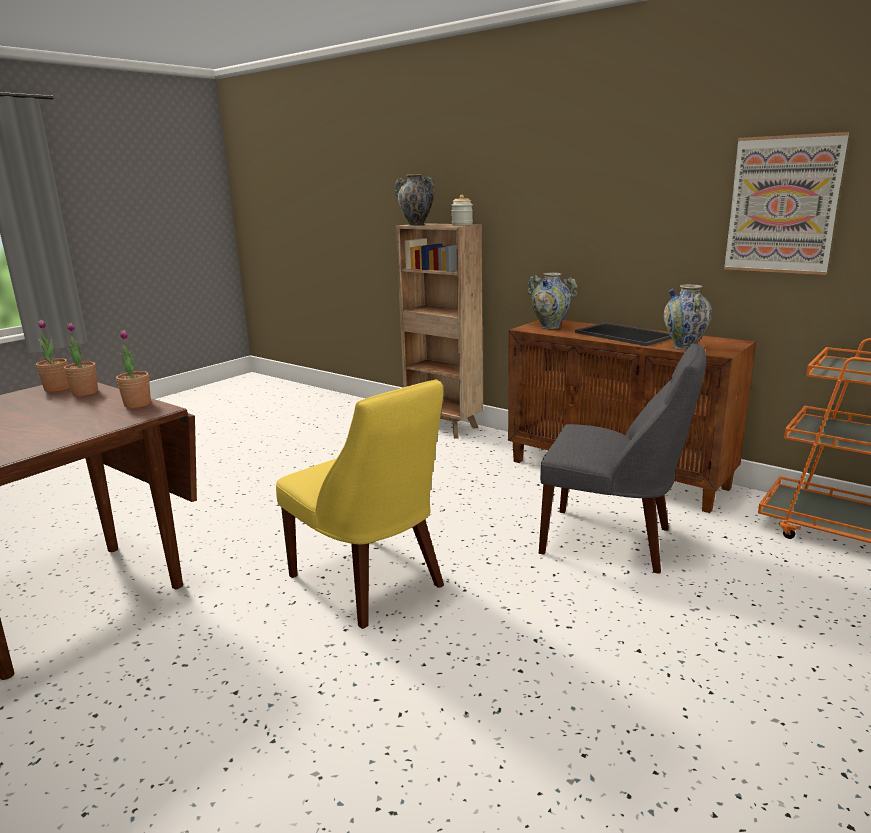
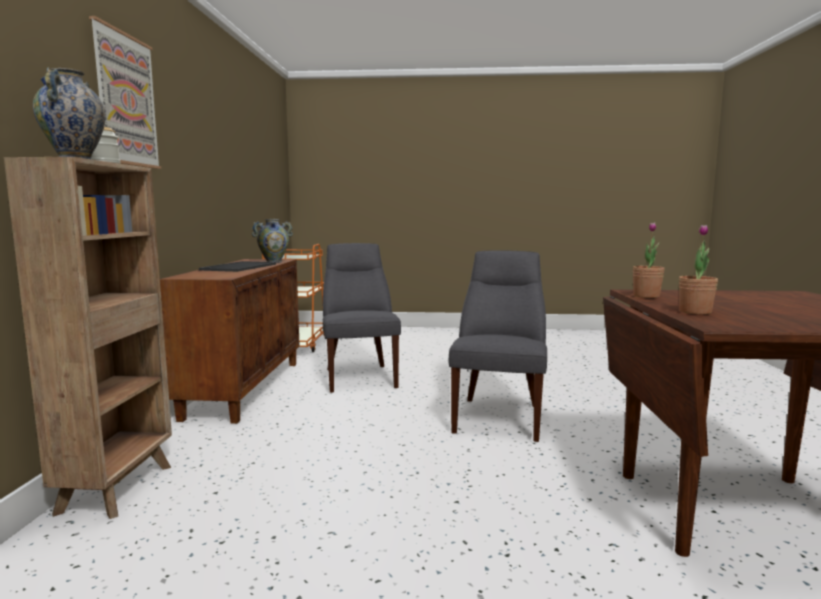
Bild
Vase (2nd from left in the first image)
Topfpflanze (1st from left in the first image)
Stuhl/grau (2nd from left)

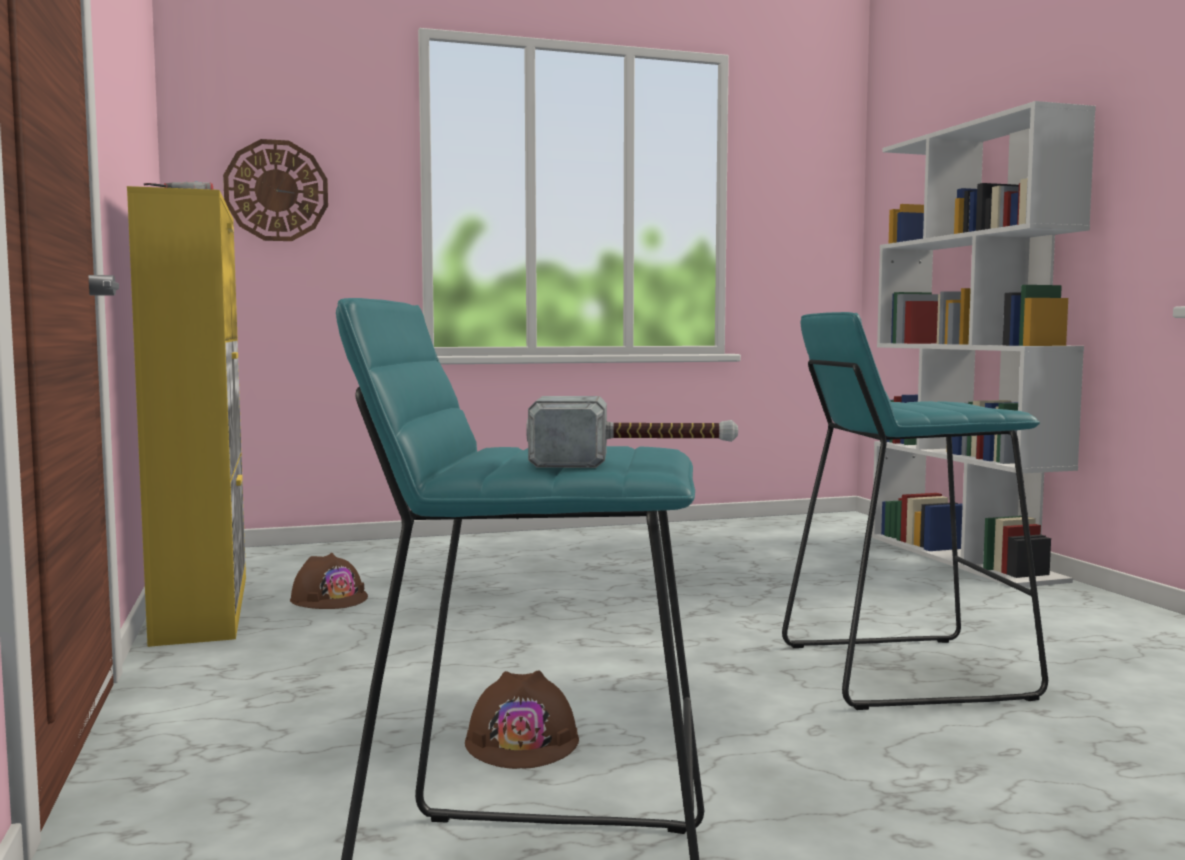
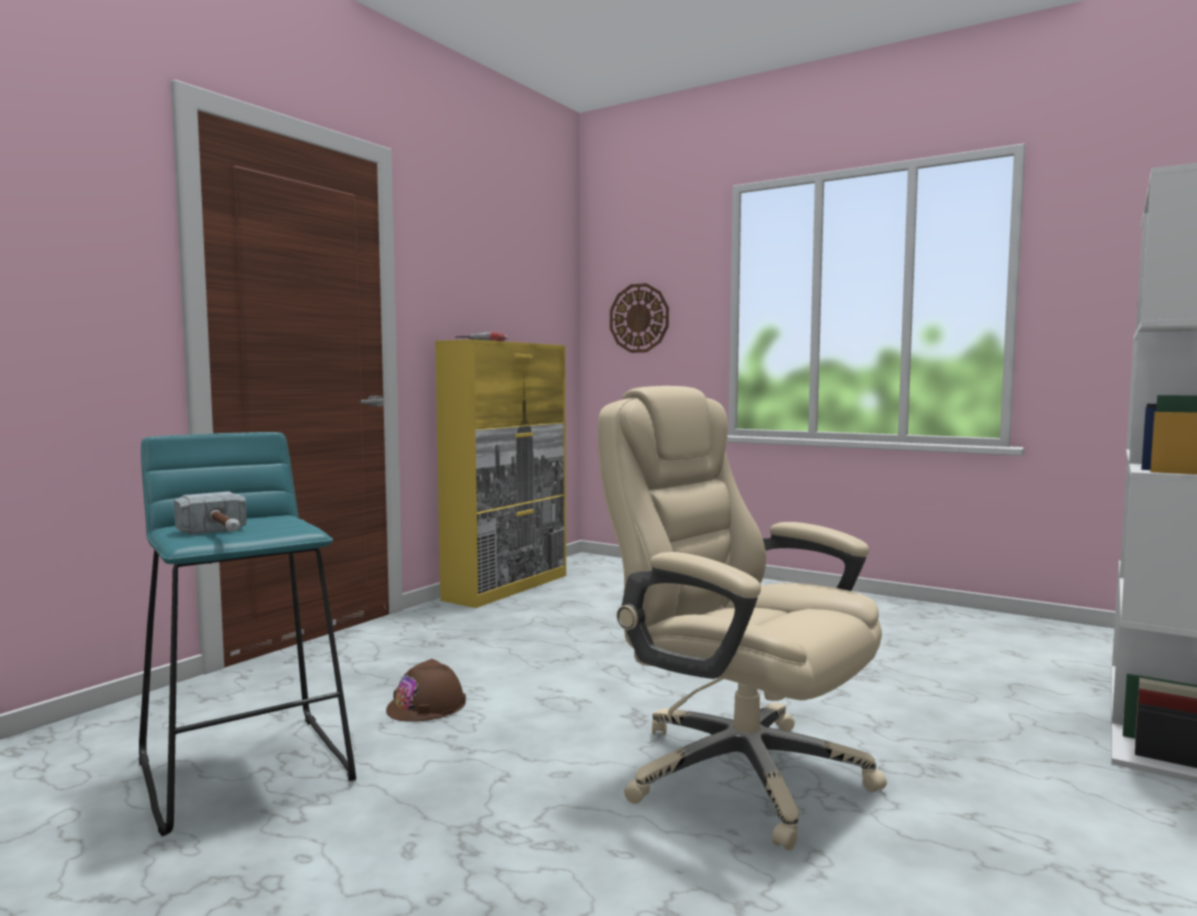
Bürostuhl/beige
Schutzhelm/braun (1st from left in the first image)

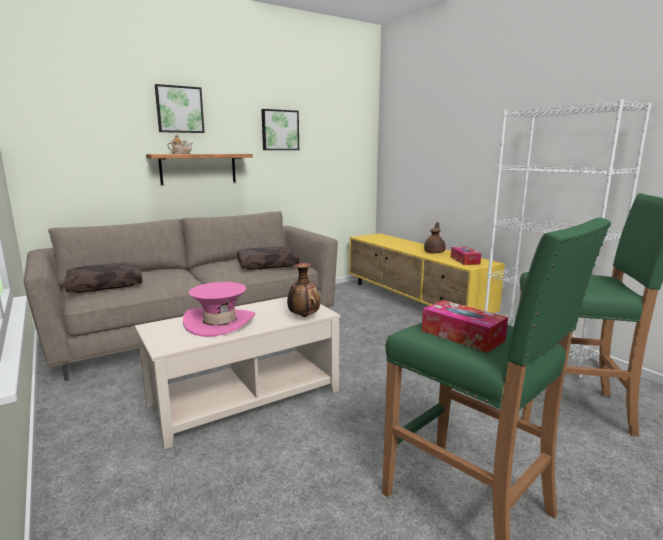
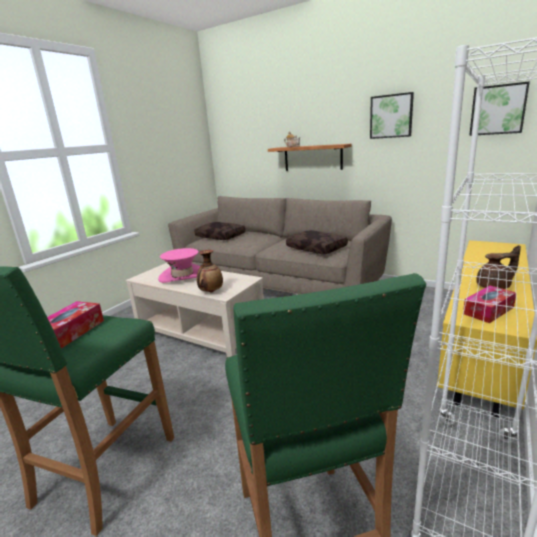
Bild (2nd from left)

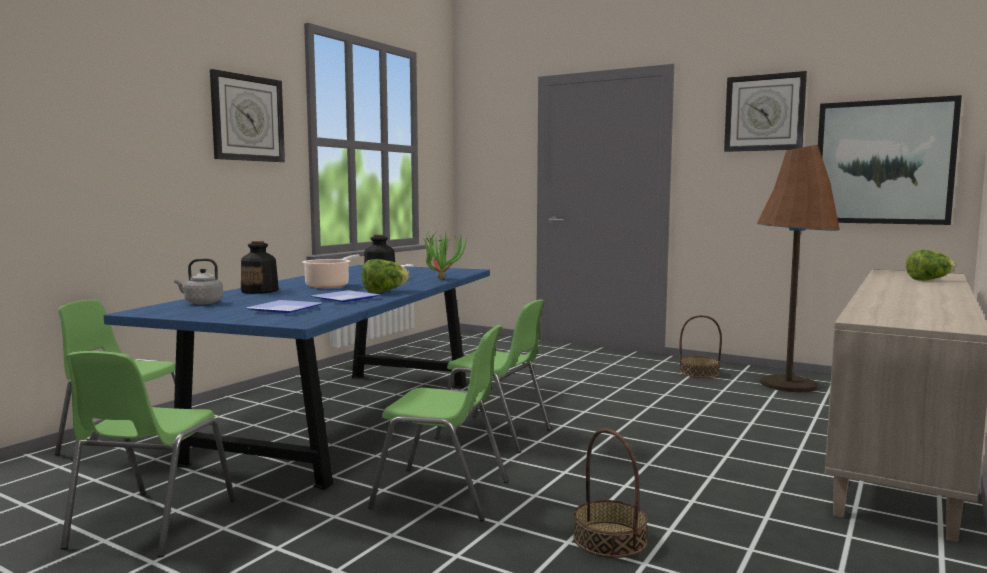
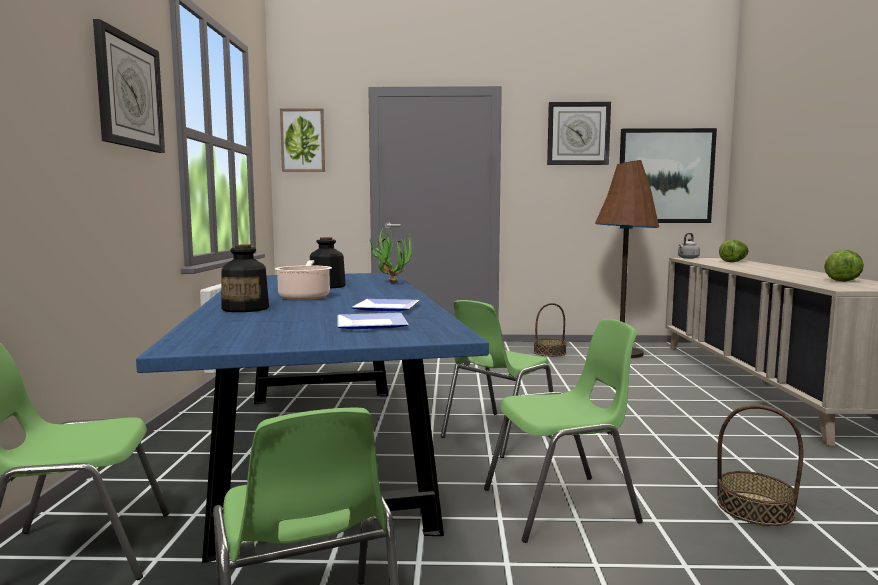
Wasserkessel/grau
Salatkopf (2nd from left)
Stuhl/grün (3rd from left)
Bild (1st from left)

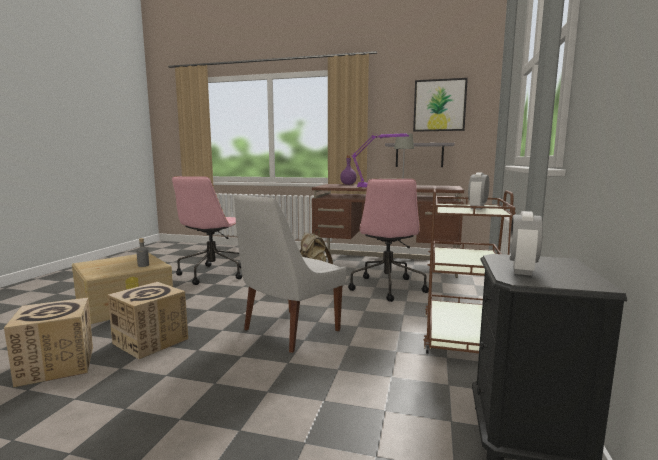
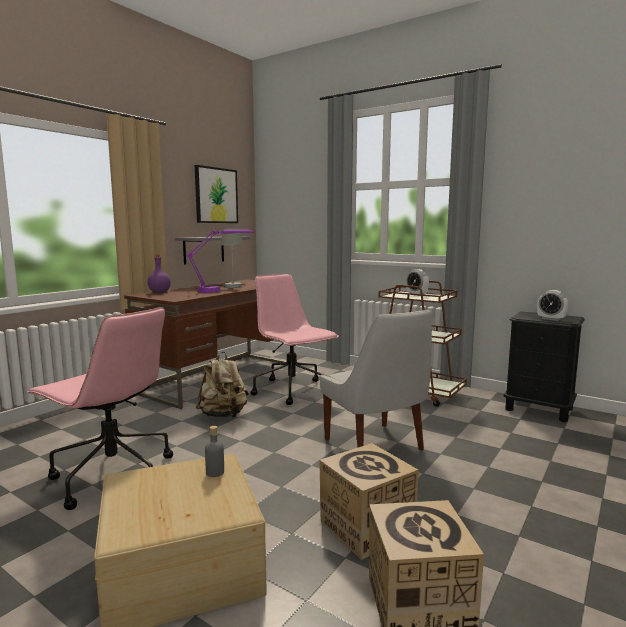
Bürostuhl/rosa (2nd from left)

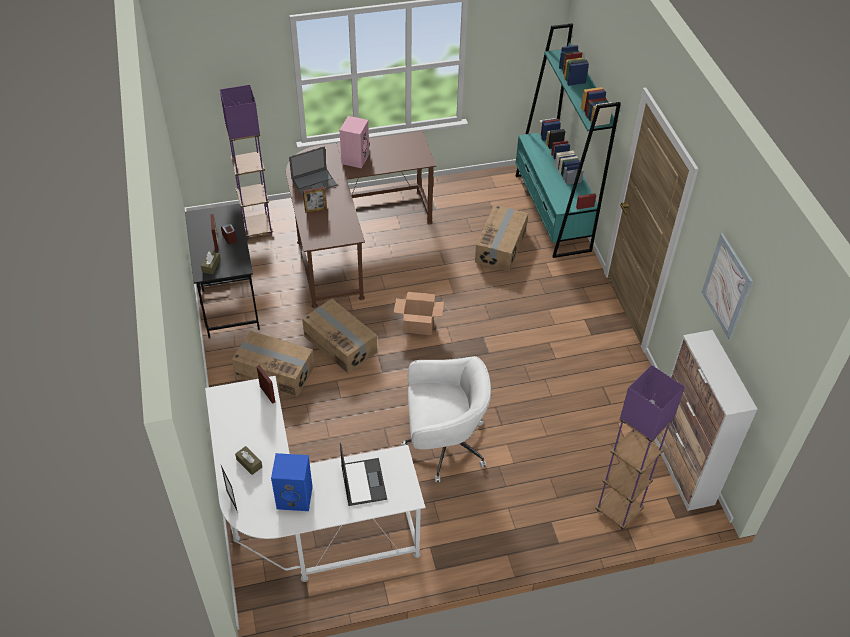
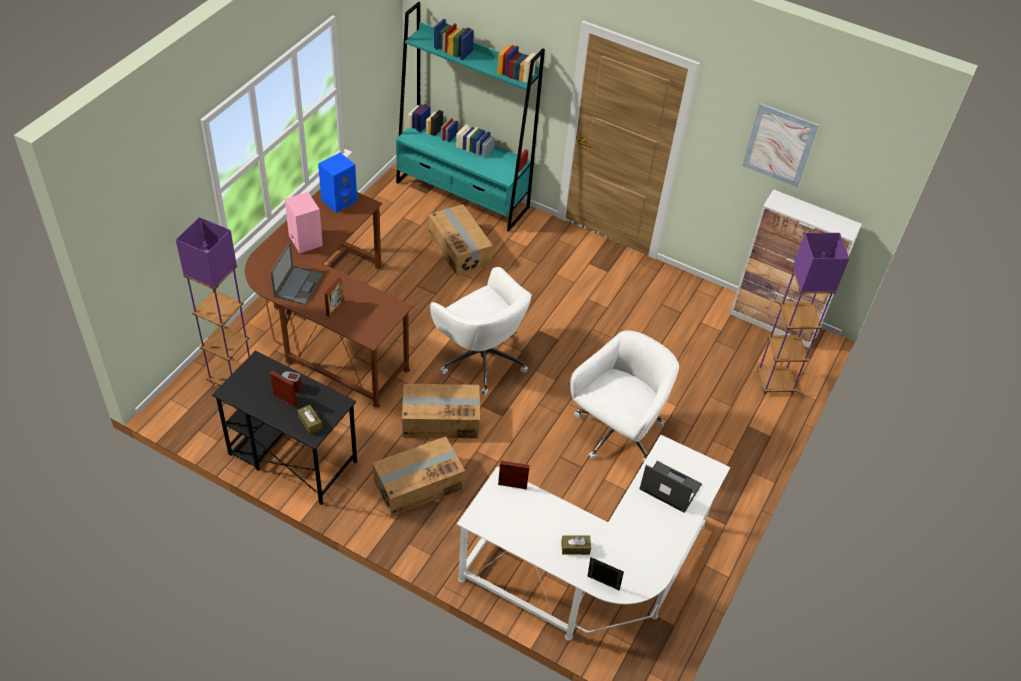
Bürostuhl/weiß (1st from left)
Lautsprecher/blau

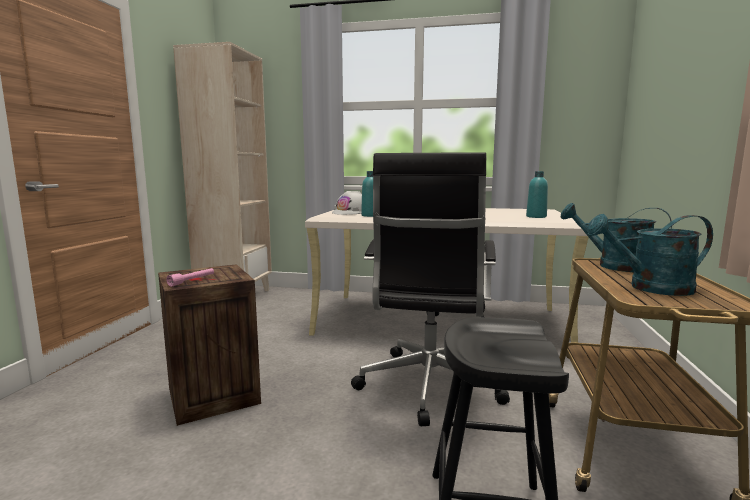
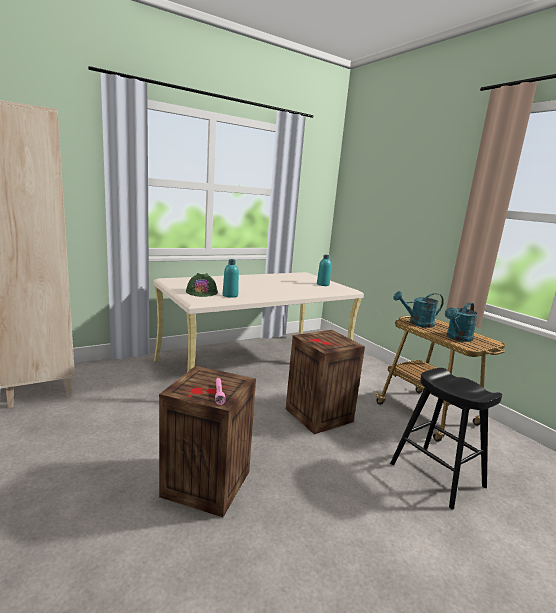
Kiste (2nd from left)
Schutzhelm/grün

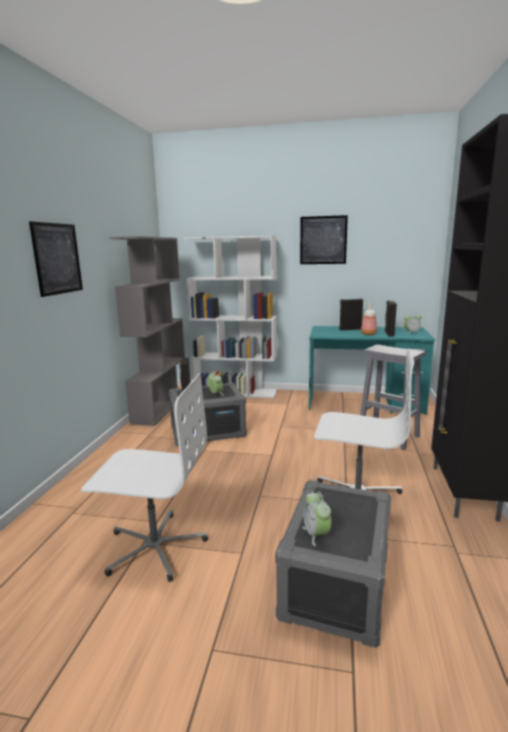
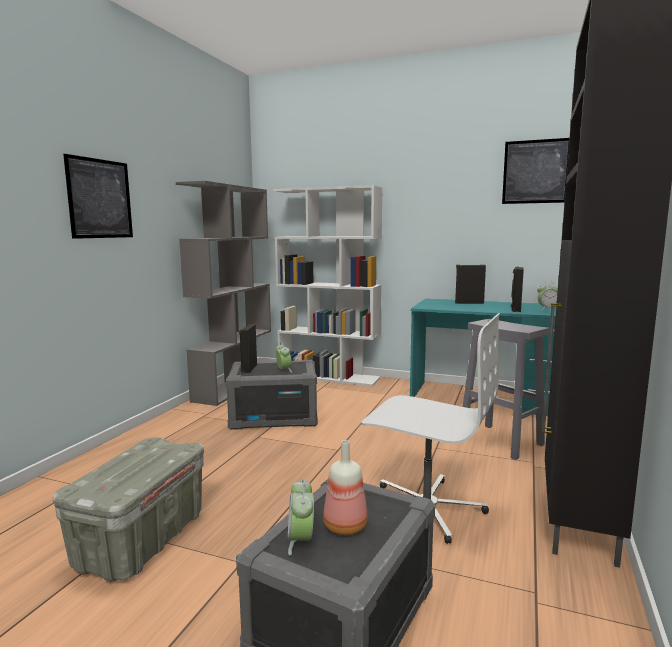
Bild (2nd from left)
Flasche
Aufbewahrungsbox/grau (1st from left)

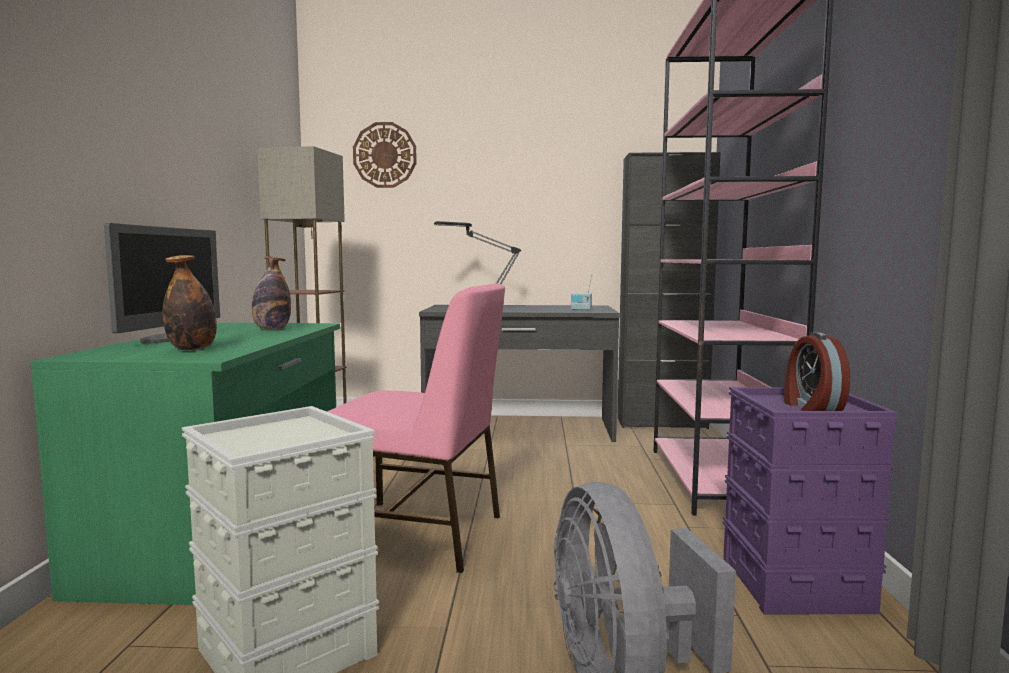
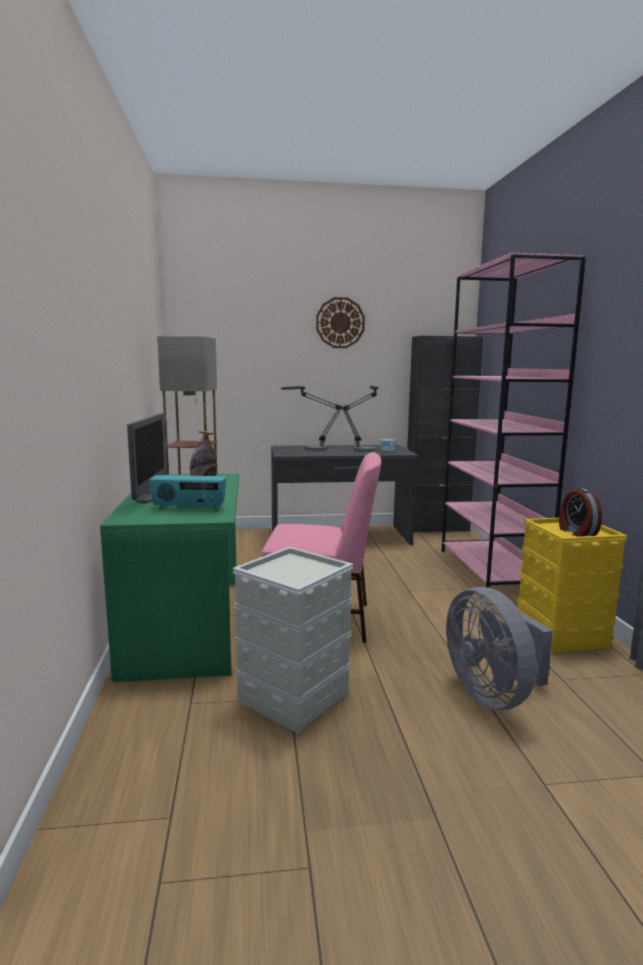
Wanduhr
Radio (1st from left)
Aufbewahrungsbox/gelb
Tischlampe (2nd from left)

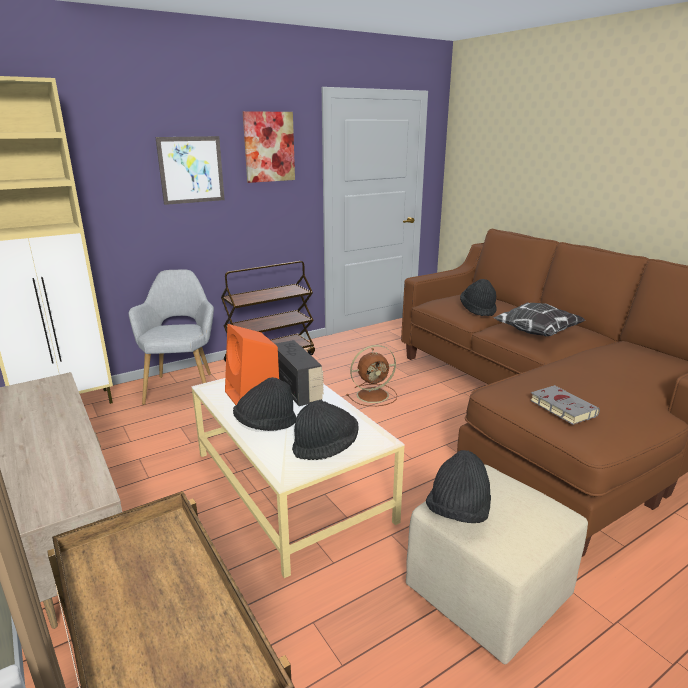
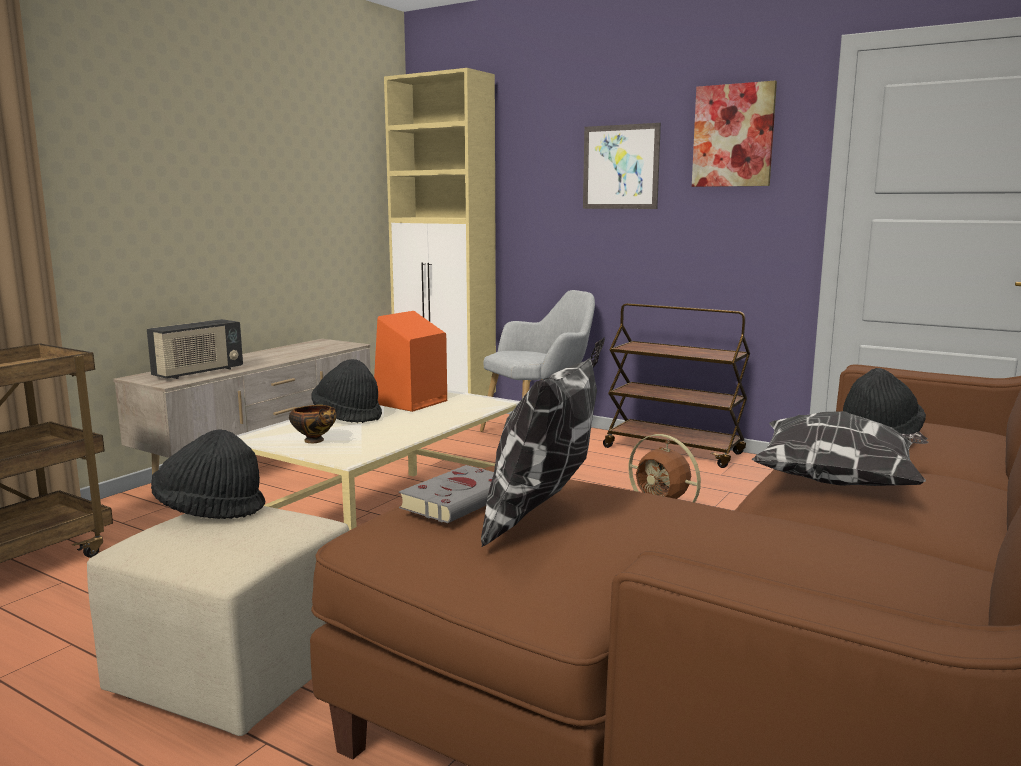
Radio
Schüssel
Kissen (1st from left)

